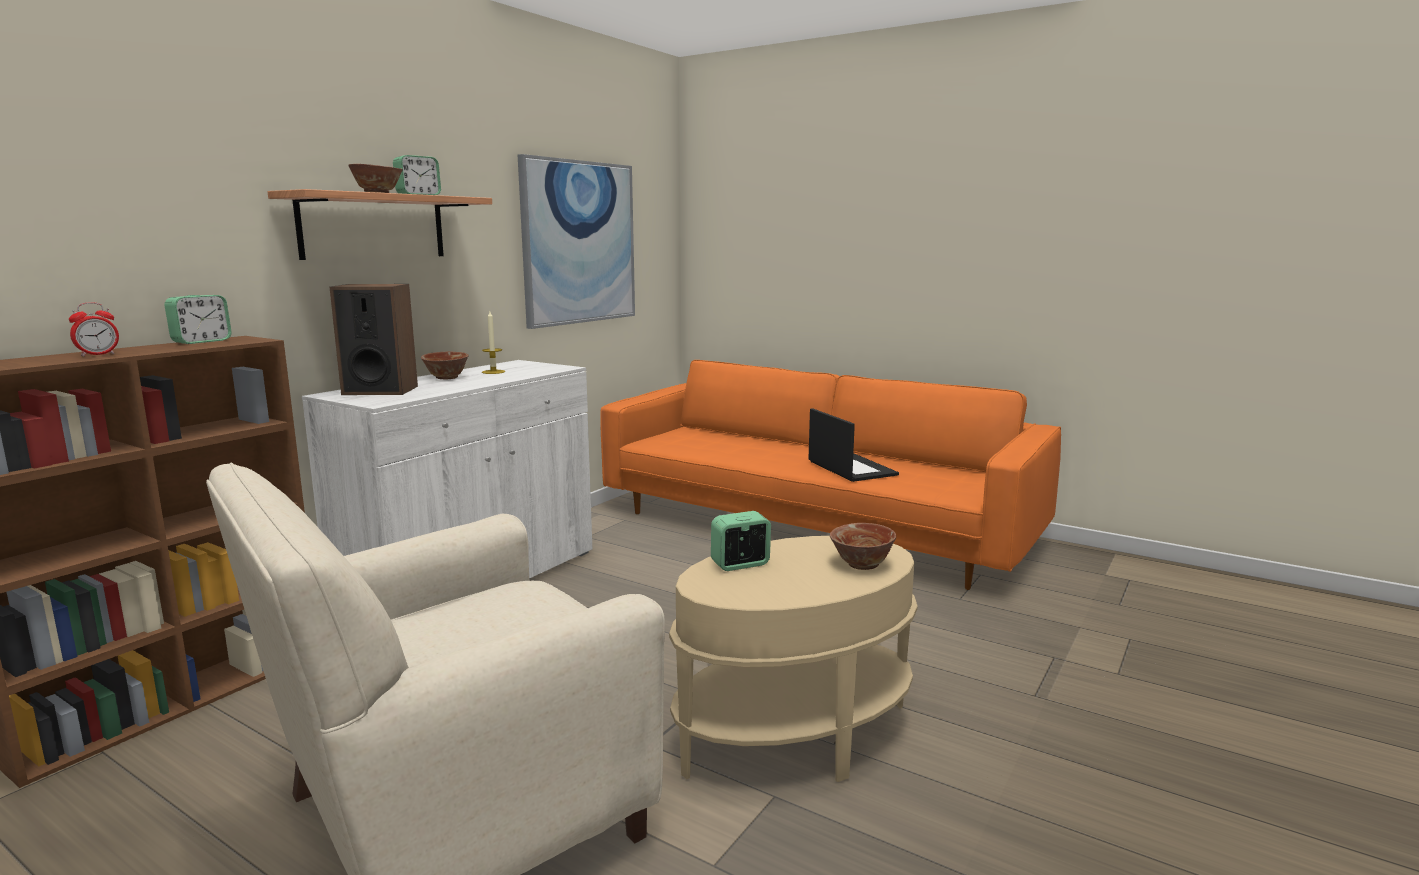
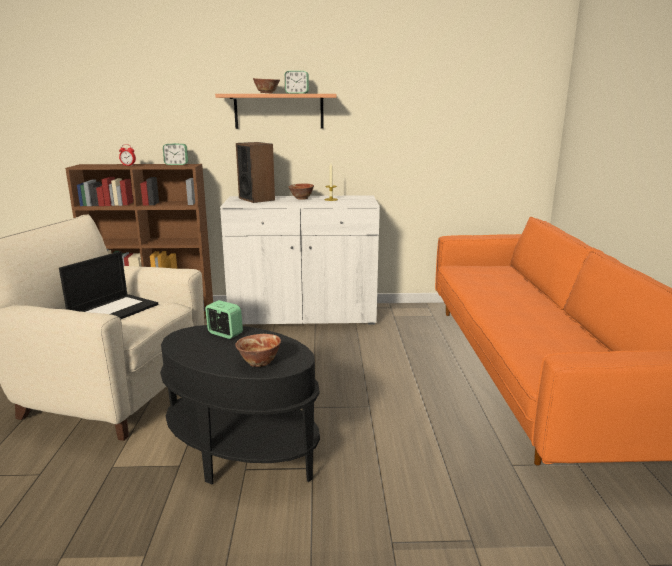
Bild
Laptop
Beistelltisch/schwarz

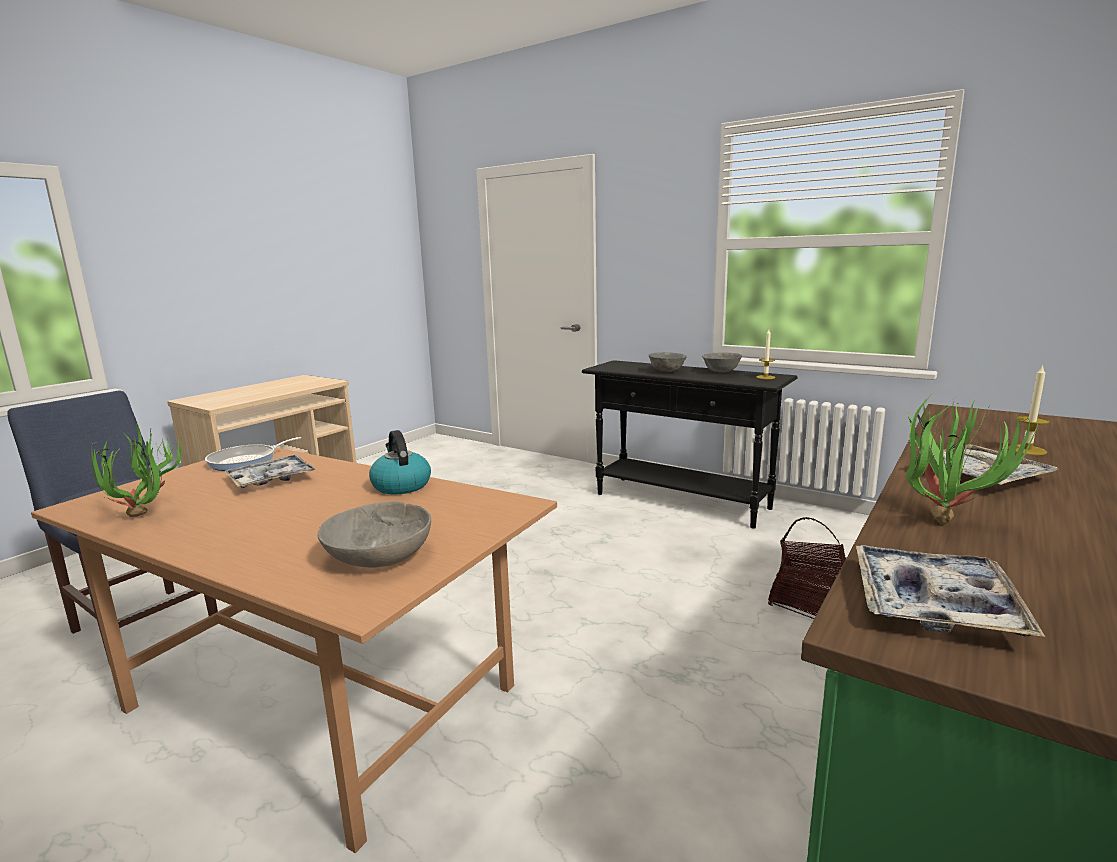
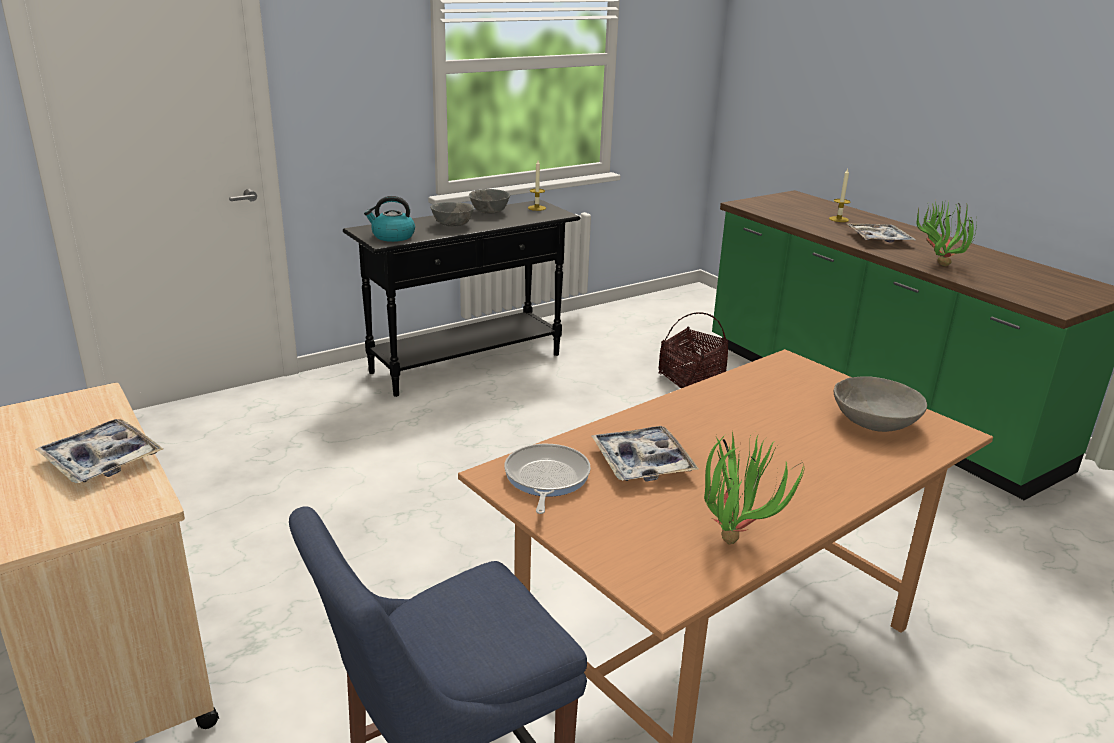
Wasserkessel
Pfanne
Tablett (1st from left)

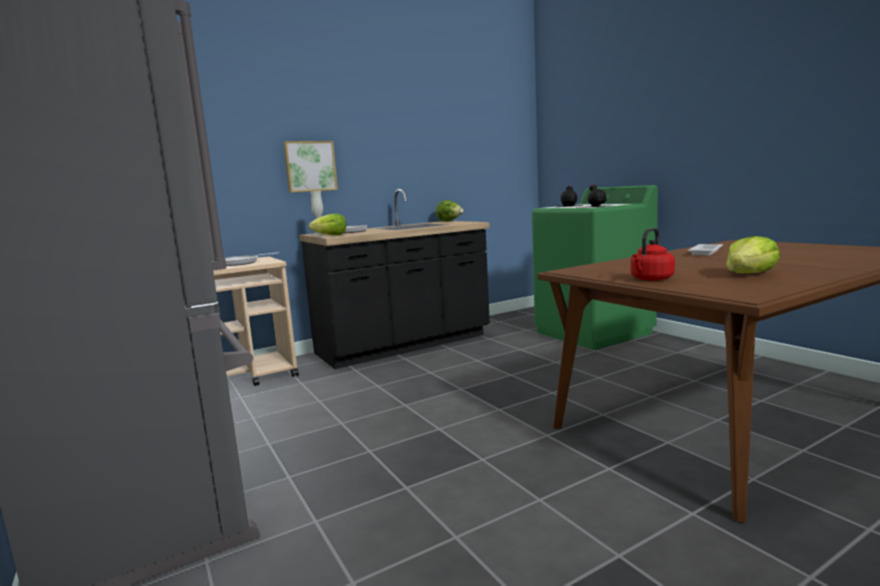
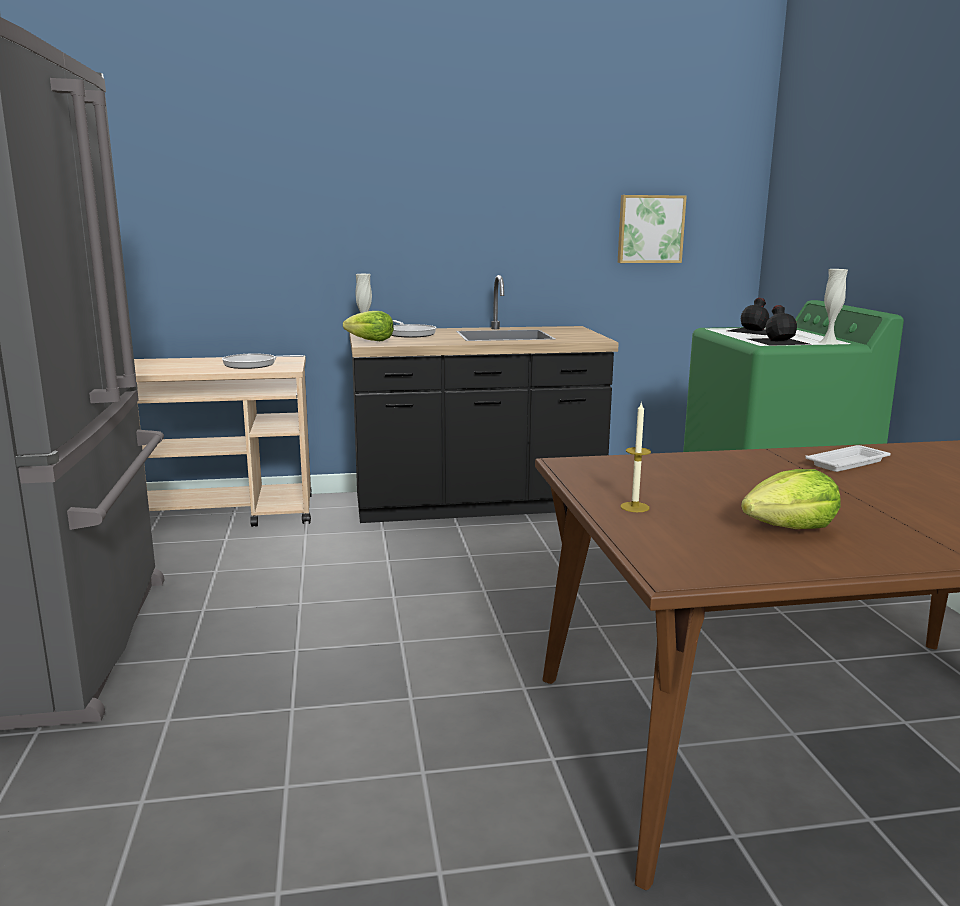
Bild
Salatkopf (2nd from left in the first image)
Kerze
Vase/weiß (2nd from left)

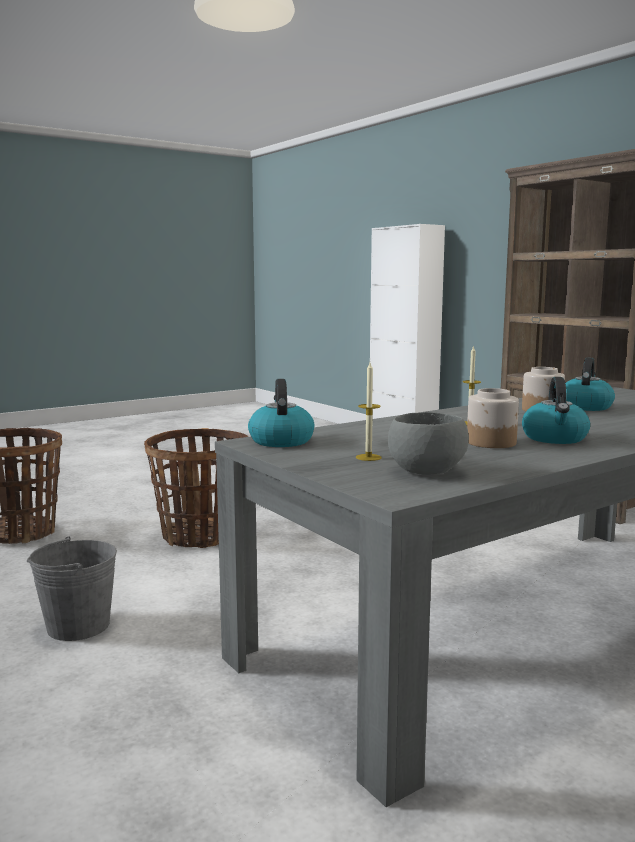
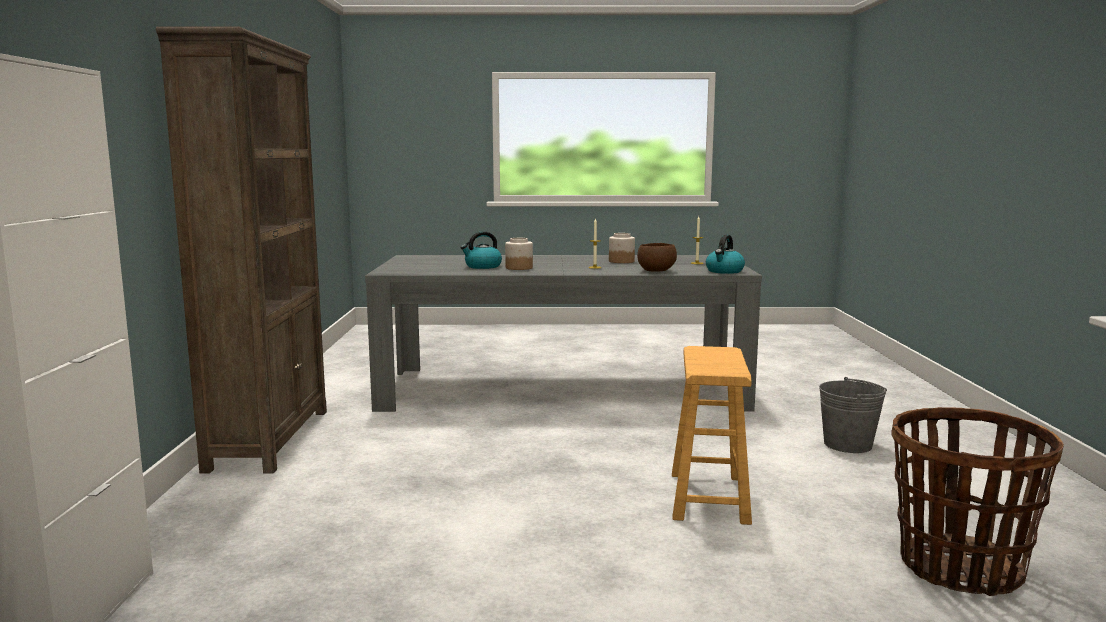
Wasserkessel (2nd from left in the first image)
Schüssel/grau
Hocker/braun
Schüssel/braun

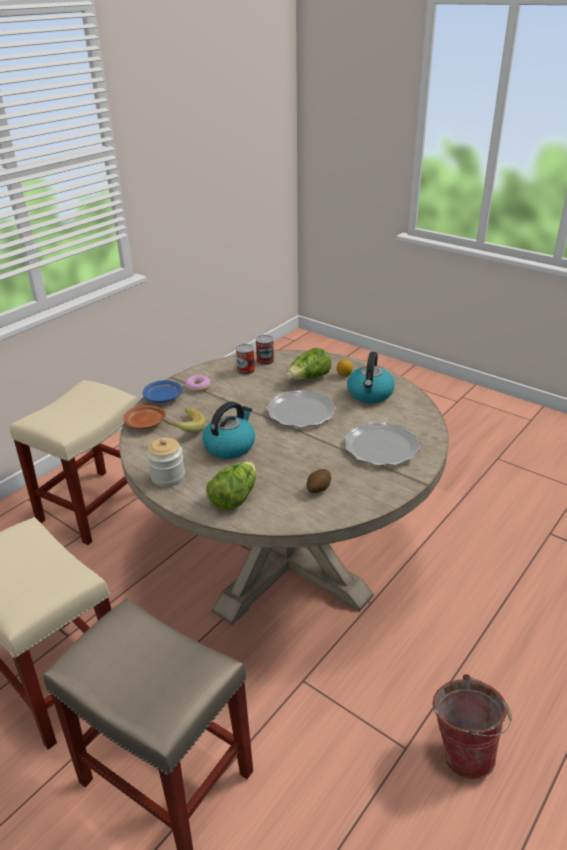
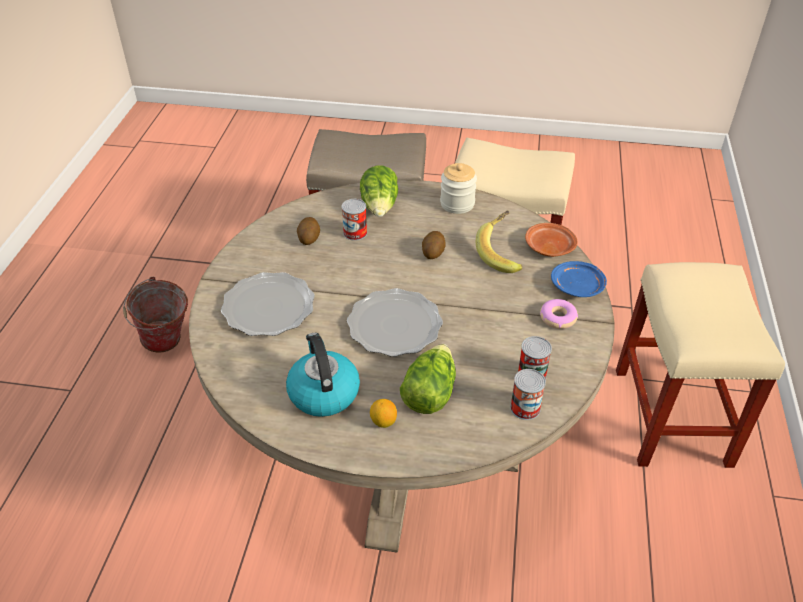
Kartoffel (2nd from left)
Dose (1st from left)

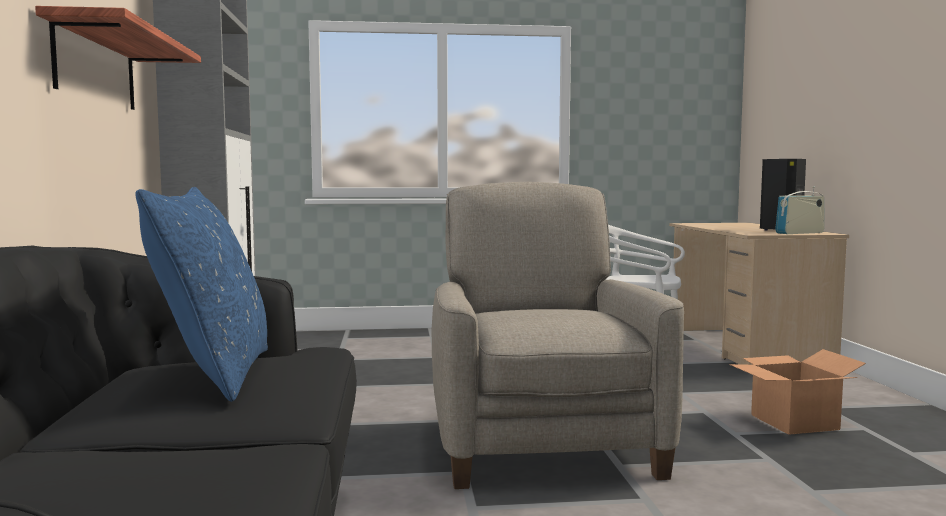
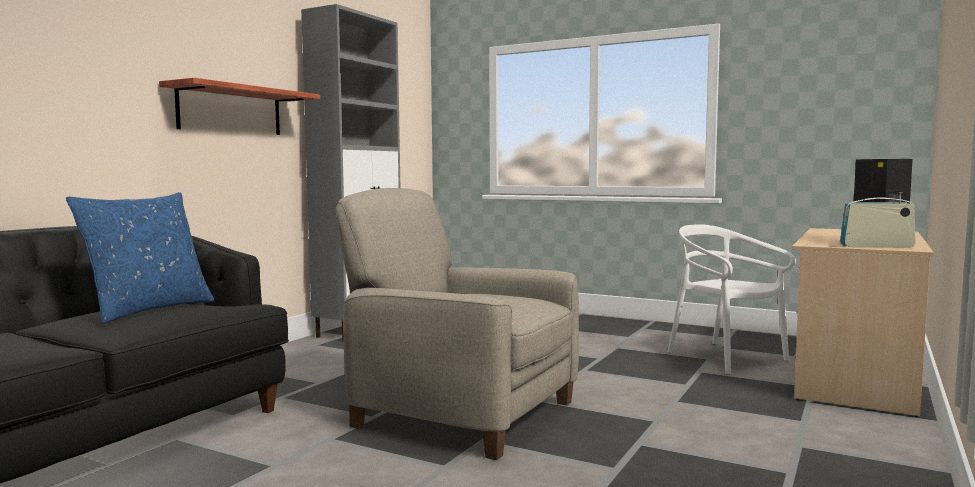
Sessel/beige
Karton

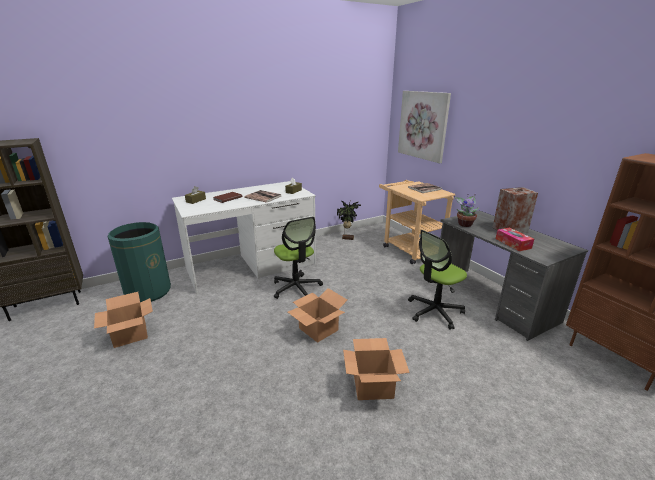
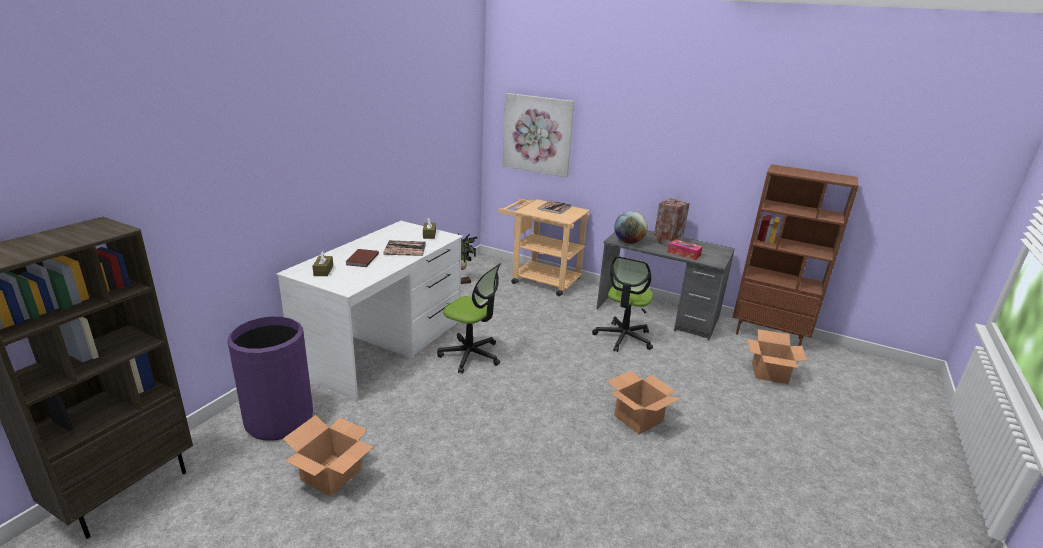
Globus
Mülleimer/lila
Karton (3rd from left)

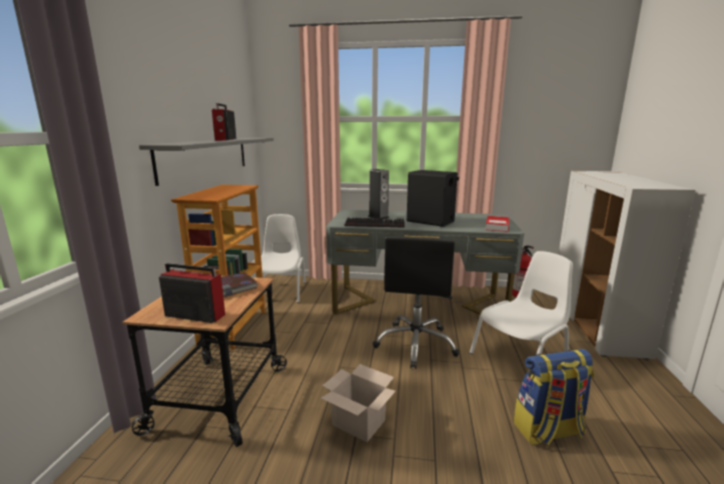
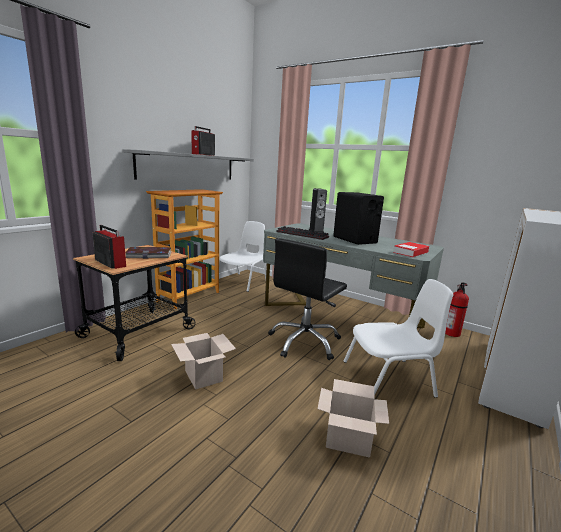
Karton (2nd from left)

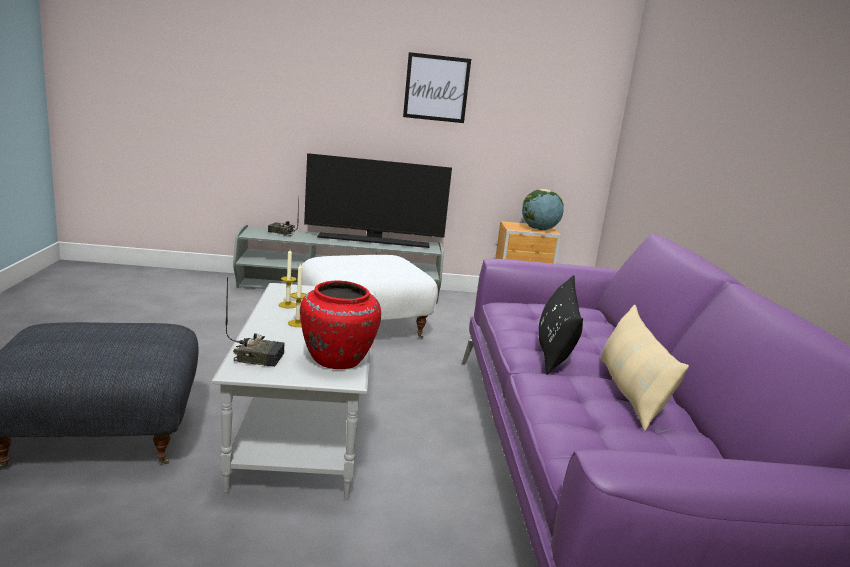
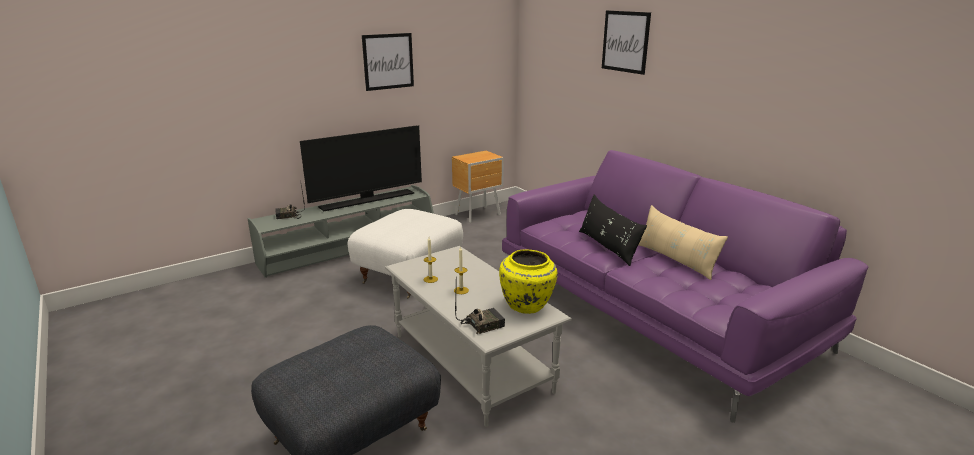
Globus
Vase/gelb
Bild (2nd from left)

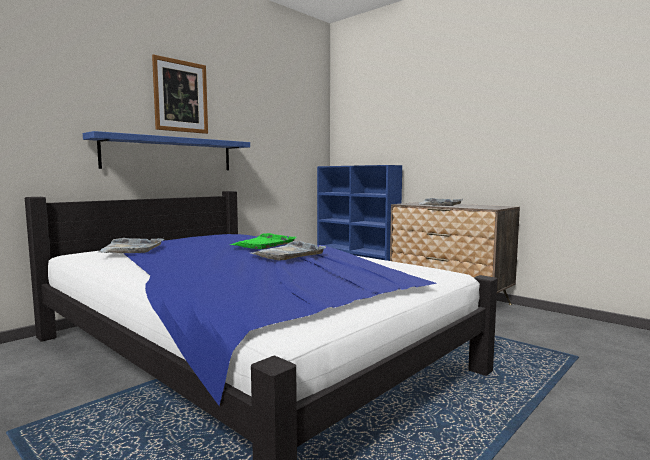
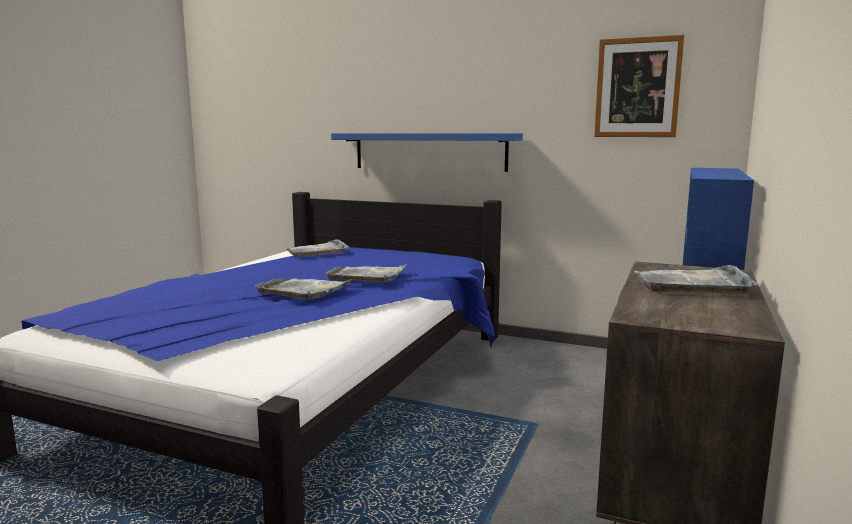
Bild
Tablett/grau (3rd from left)

